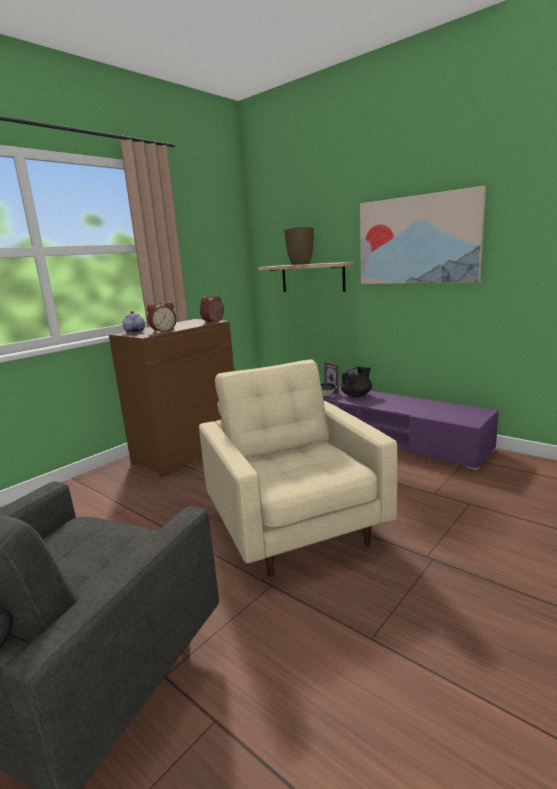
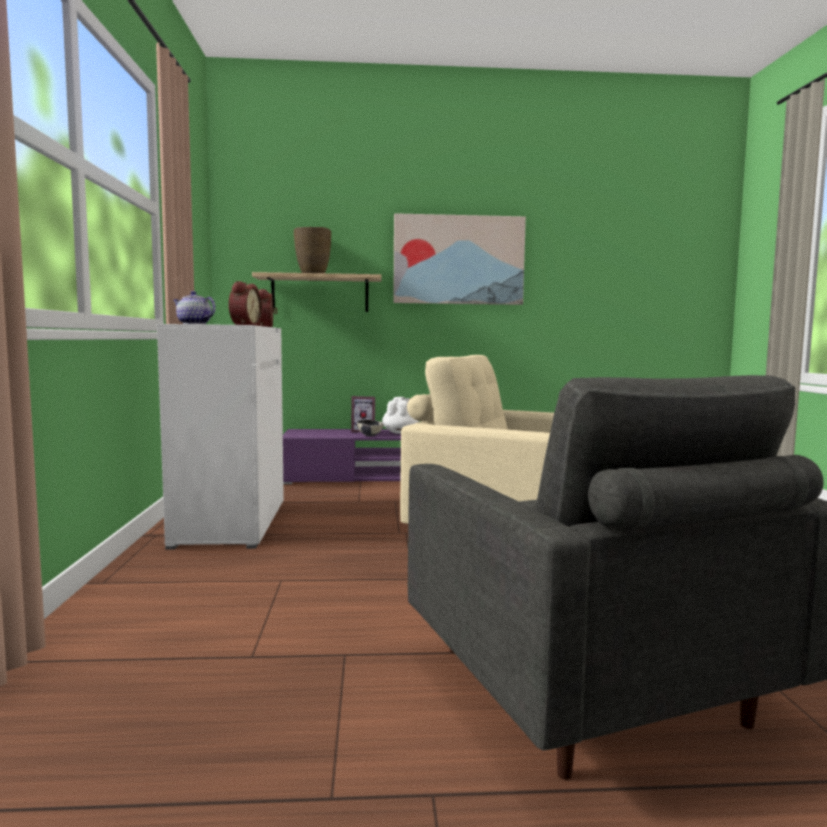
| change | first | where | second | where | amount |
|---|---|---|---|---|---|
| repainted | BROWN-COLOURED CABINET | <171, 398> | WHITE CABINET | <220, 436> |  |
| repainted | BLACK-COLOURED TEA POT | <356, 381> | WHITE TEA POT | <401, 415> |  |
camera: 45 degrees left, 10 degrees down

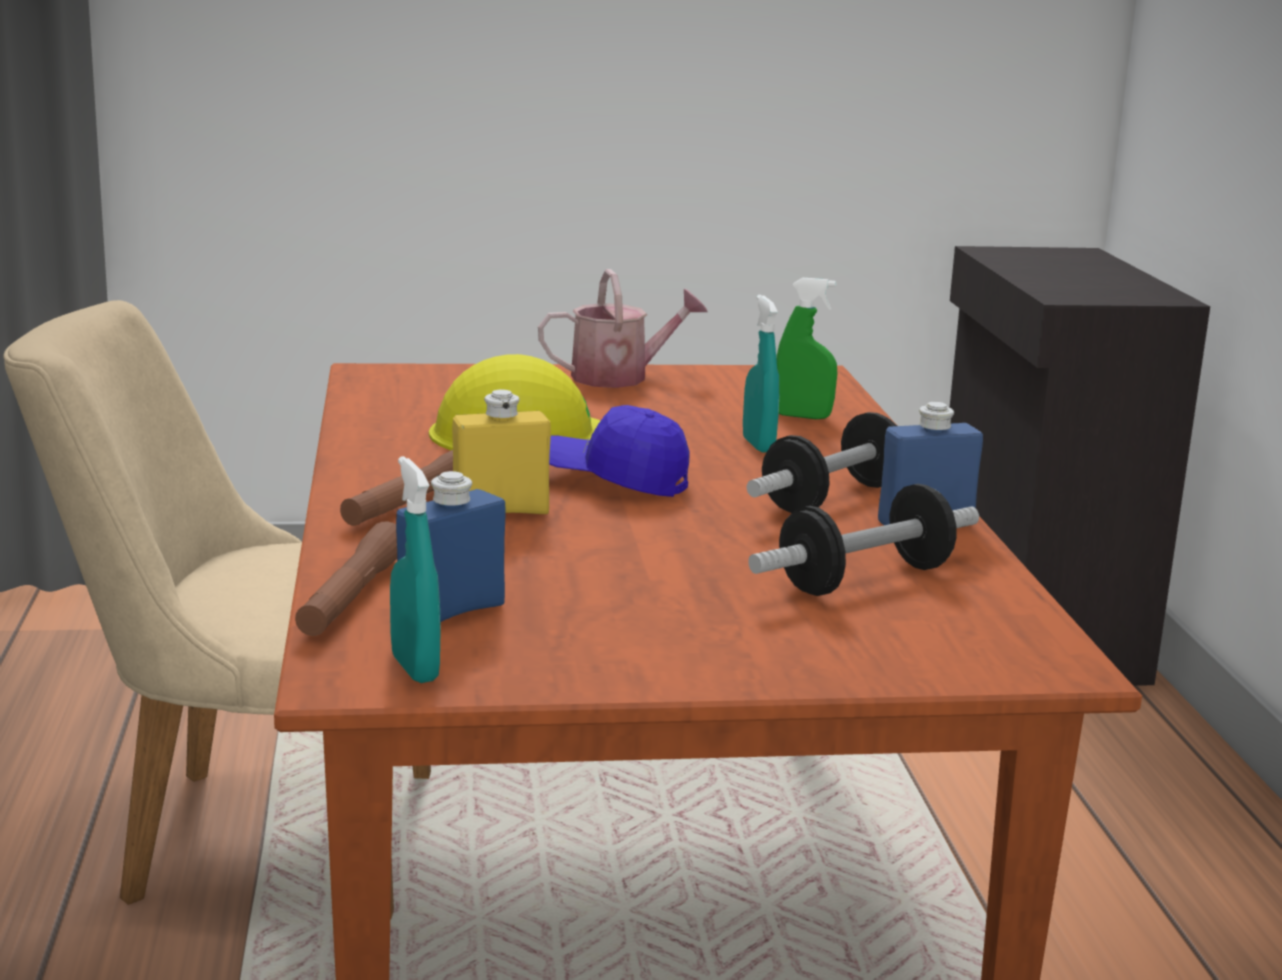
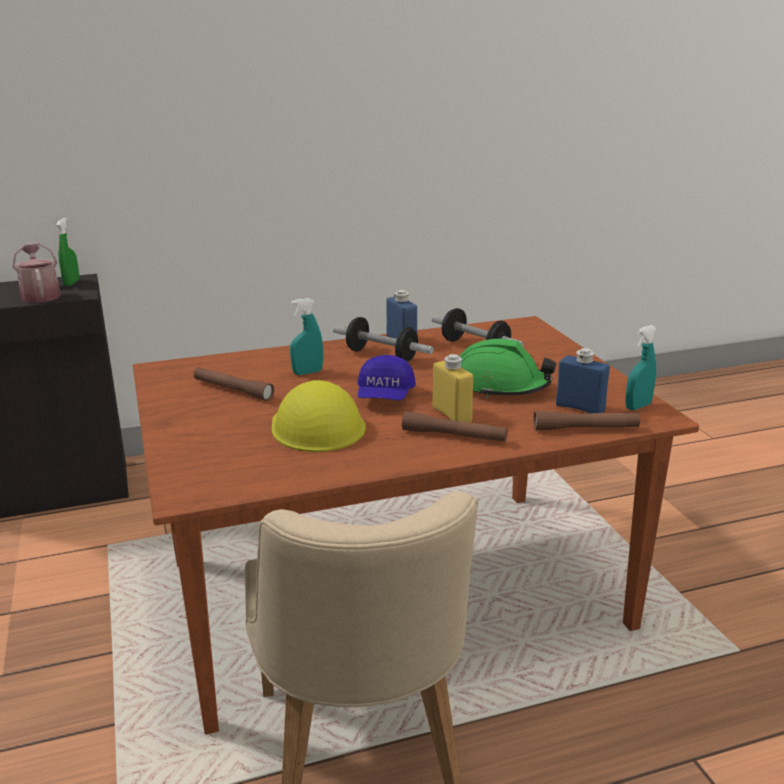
| change | first | where | second | where | amount |
|---|---|---|---|---|---|
| shifted | SPRINKLING CAN | <623, 328> |  | <36, 272> |  |
| shifted | GREENISH HAND SPRAYER | <806, 348> |  | <68, 252> |  |
| new |  |  | GREENISH WORK HELMET | <507, 368> |  |
| new |  |  | BROWN-COLOURED TORCH | <234, 384> |  |
camera: 100 degrees left, 5 degrees up

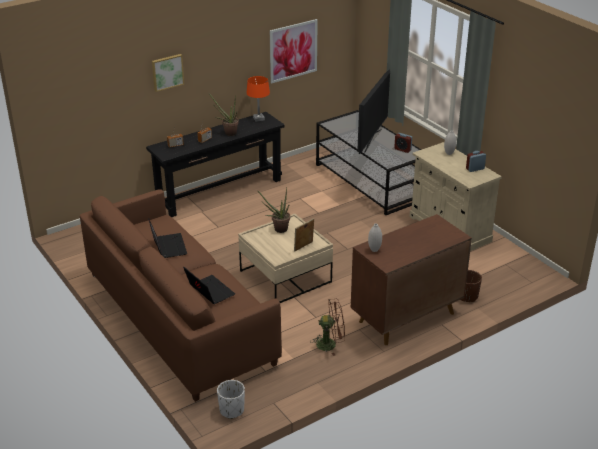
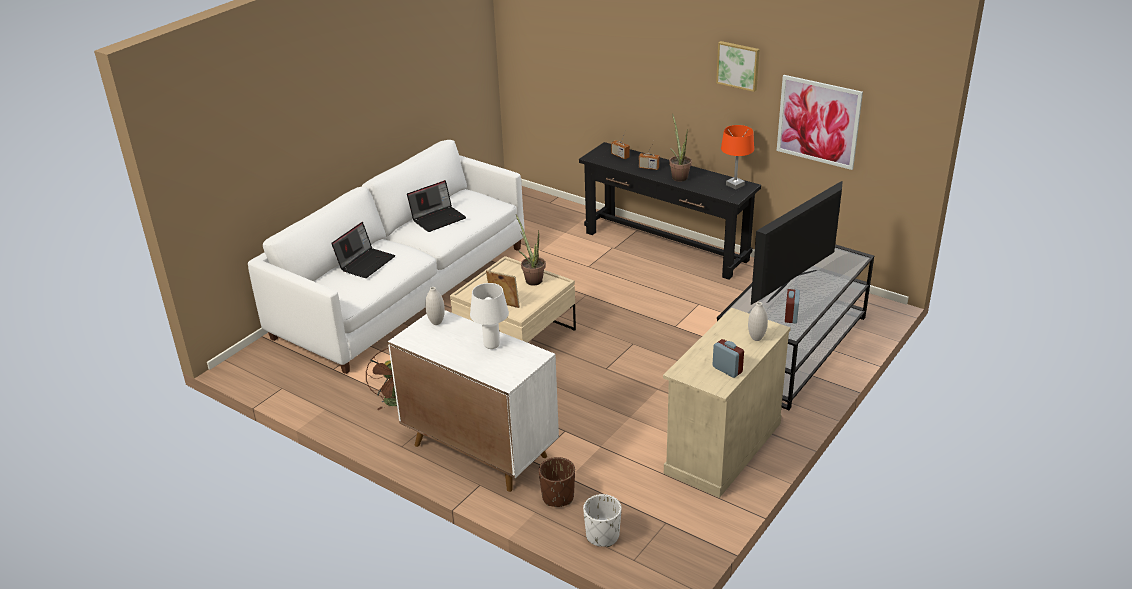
| change | first | where | second | where | amount |
|---|---|---|---|---|---|
| shifted | WALL ART | <168, 73> |  | <738, 66> |  |
| rotated | TV SET | <374, 111> |  | <797, 243> | 135 degrees clockwise |
| repainted | BROWN-COLOURED COUCH | <181, 295> | WHITE COUCH | <386, 257> |  |
| repainted | BROWN-COLOURED CABINET | <411, 279> | WHITE CABINET | <473, 401> |  |
| shifted | WHITE PLANTER | <231, 399> |  | <602, 520> |  |
| new |  |  | WHITE TABLETOP LAMP | <489, 316> |  |
camera: 70 degrees right, 0 degrees up

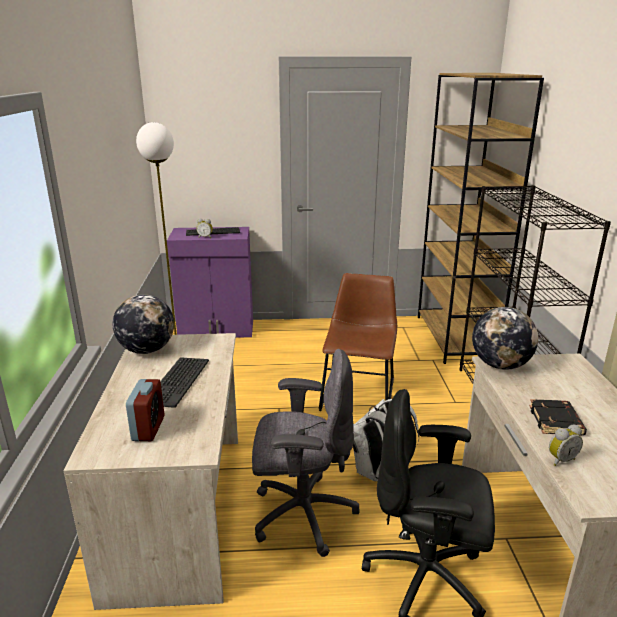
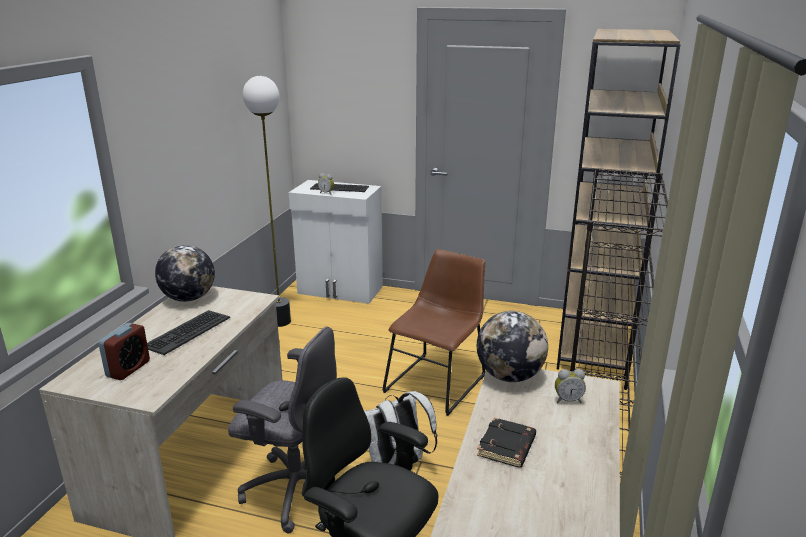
| change | first | where | second | where | amount |
|---|---|---|---|---|---|
| repainted | PURPLE-COLOURED CABINET | <210, 282> | WHITE CABINET | <336, 242> |  |
| shifted | BEDSIDE CLOCK | <566, 445> |  | <570, 386> |  |
camera: 20 degrees right, 0 degrees up

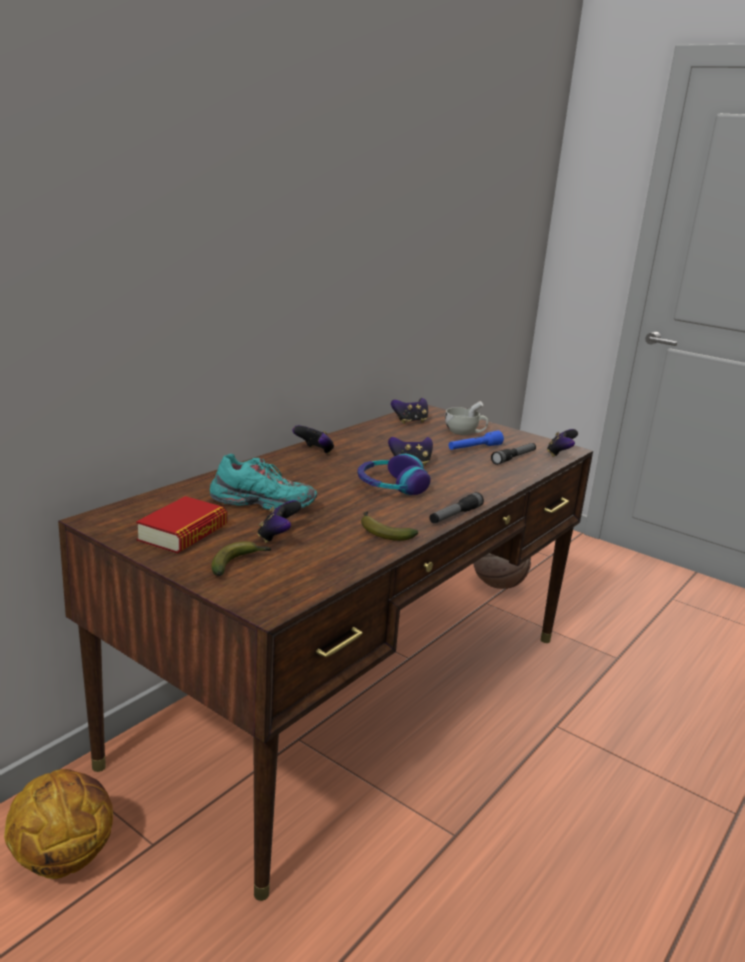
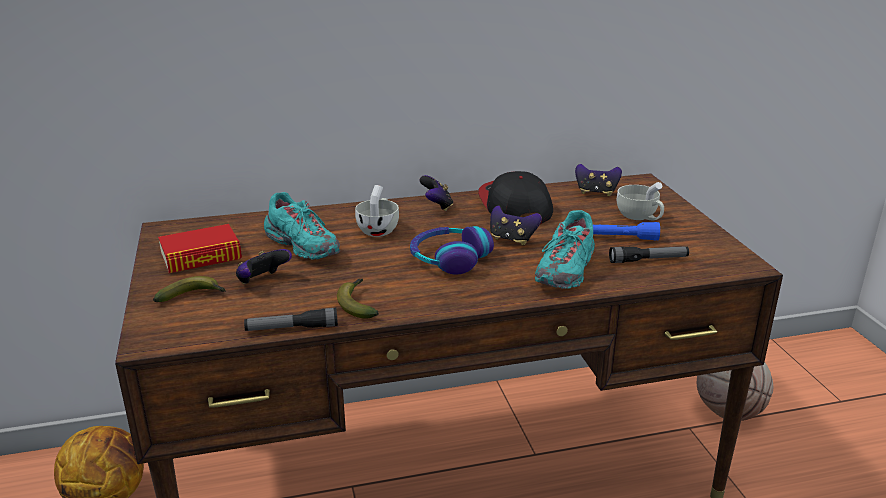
| change | first | where | second | where | amount |
|---|---|---|---|---|---|
| gone | GAME CONTROLLER | <562, 443> |  |  |  |
| shifted | TORCH | <456, 507> |  | <291, 319> |  |
| new |  |  | CAP | <515, 197> |  |
| new |  |  | WHITE DRINKING CUP | <377, 211> |  |
| new |  |  | TURQUOISE ITEM OF FOOTWEAR | <565, 249> |  |
camera: 40 degrees right, 5 degrees up

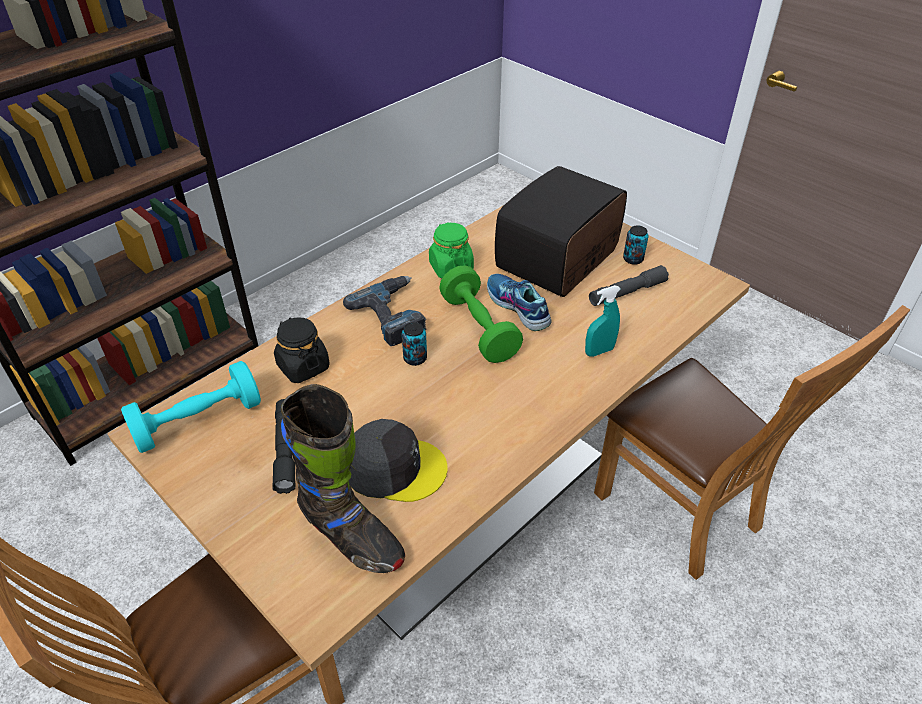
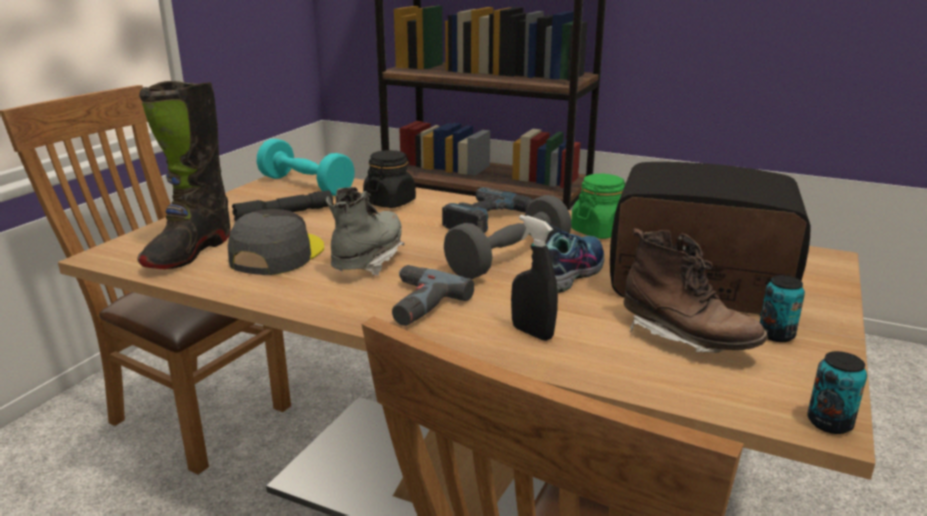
| change | first | where | second | where | amount |
|---|---|---|---|---|---|
| repainted | GREENISH HAND WEIGHT | <481, 314> | GREY HAND WEIGHT | <508, 237> |  |
| swapped | GREY TORCH | <629, 285> | BROWN-COLOURED HIGH-TOP BOOT | <695, 290> |  |
| repainted | TURQUOISE HAND SPRAYER | <603, 321> | BLACK-COLOURED HAND SPRAYER | <534, 278> |  |
| shifted | METAL CAN | <414, 344> |  | <837, 392> |  |
| rotated | GREY CAP | <398, 460> |  | <276, 242> | 150 degrees counterclockwise |
| new |  |  | GREY HIGH-TOP BOOT | <365, 231> |  |
| new |  |  | ELECTRIC DRILL | <433, 295> |  |
camera: 70 degrees right, 20 degrees down

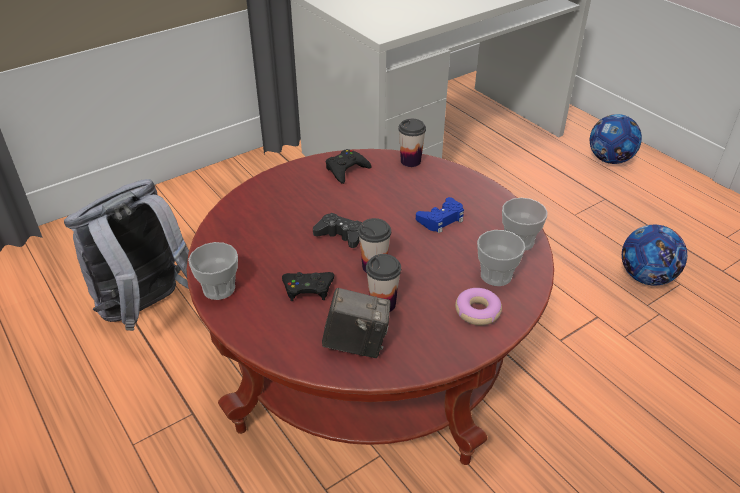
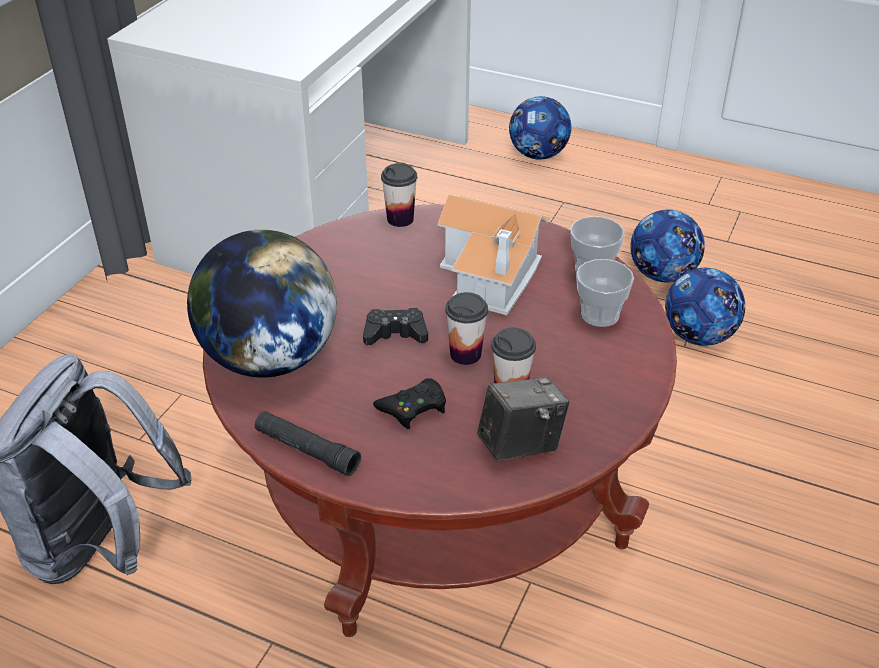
| change | first | where | second | where | amount |
|---|---|---|---|---|---|
| gone | BLACK-COLOURED GAME CONTROLLER | <349, 166> |  |  |  |
| swapped | BLUE-COLOURED GAME CONTROLLER | <440, 215> | TOY HOUSE | <494, 254> |  |
| swapped | DRINKING CUP | <213, 271> | BLACK-COLOURED TORCH | <308, 443> |  |
| gone | DONUT | <478, 306> |  |  |  |
| new |  |  | GLOBE | <262, 304> |  |
| new |  |  | FOOTBALL BALL | <705, 307> |  |
camera: 30 degrees left, 0 degrees up

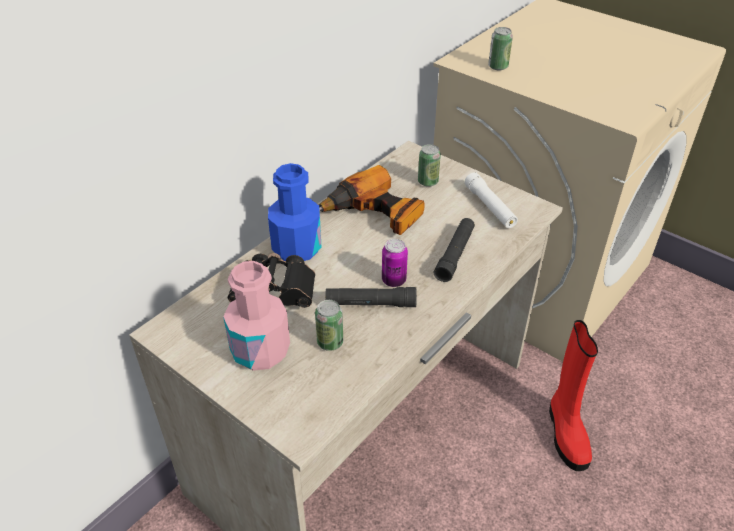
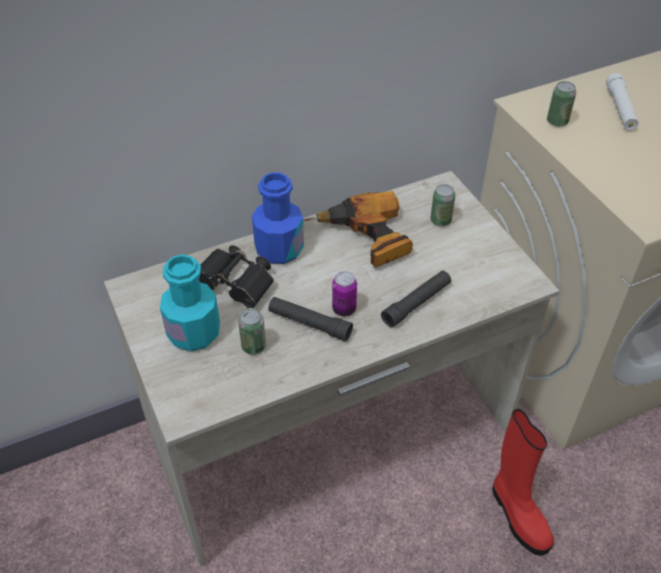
| change | first | where | second | where | amount |
|---|---|---|---|---|---|
| shifted | WHITE TORCH | <491, 200> |  | <622, 101> |  |
| repainted | PINKISH BOTTLE | <256, 316> | TURQUOISE BOTTLE | <190, 302> |  |
| rotated | RED-COLOURED HIGH-TOP BOOT | <573, 395> |  | <523, 482> | 45 degrees counterclockwise |
camera: 25 degrees right, 5 degrees up

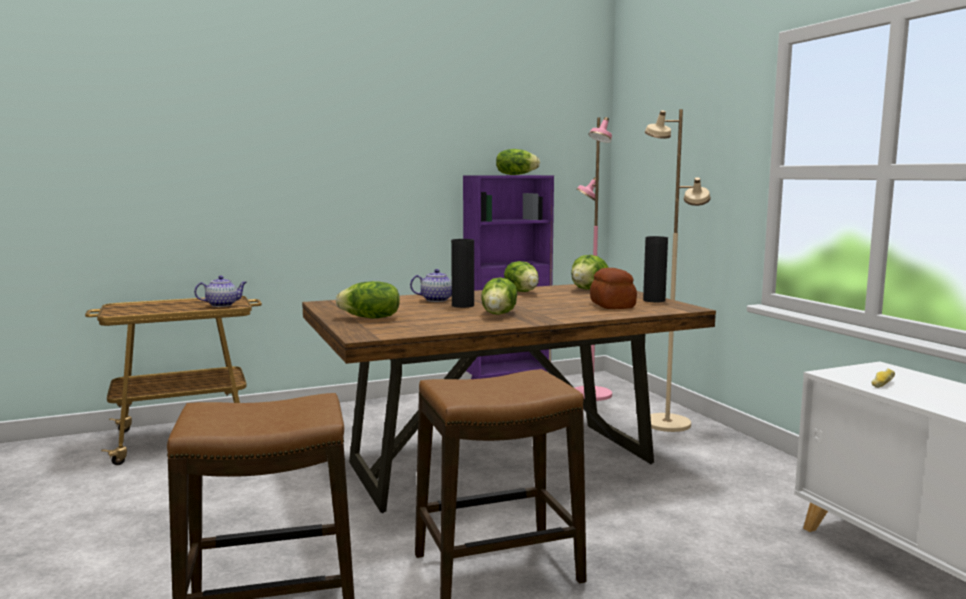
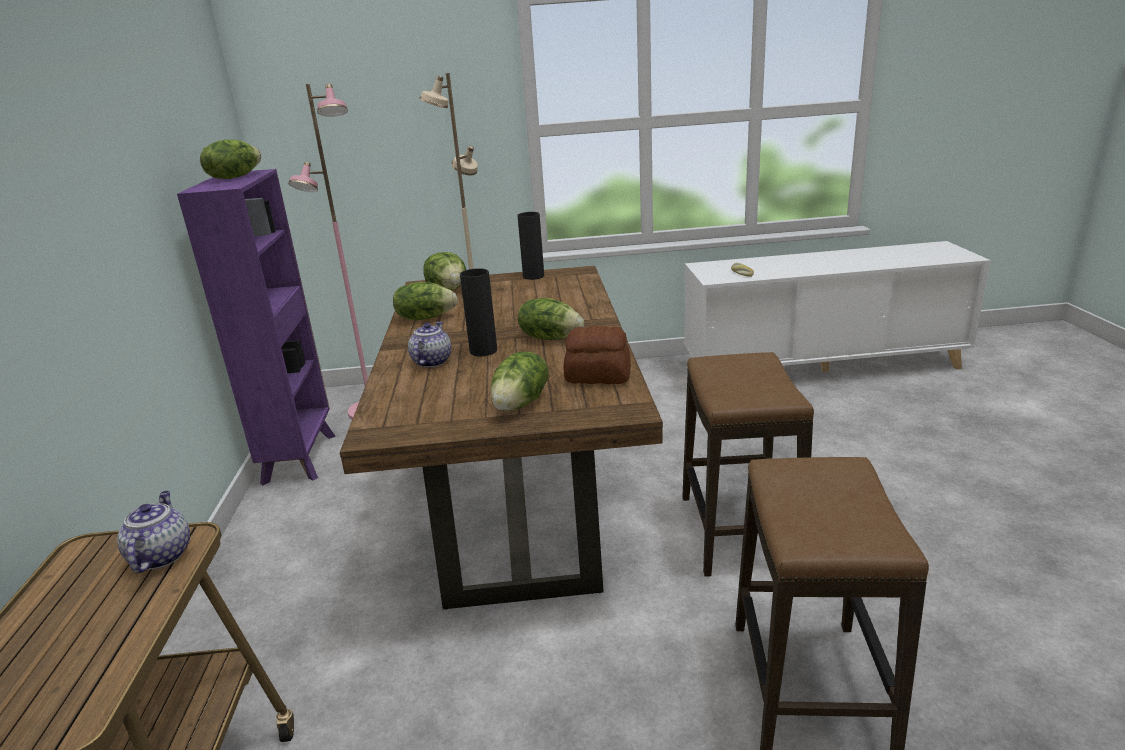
| change | first | where | second | where | amount |
|---|---|---|---|---|---|
| shifted | BAKED BREAD | <613, 288> |  | <597, 355> |  |
camera: 70 degrees left, 15 degrees up

